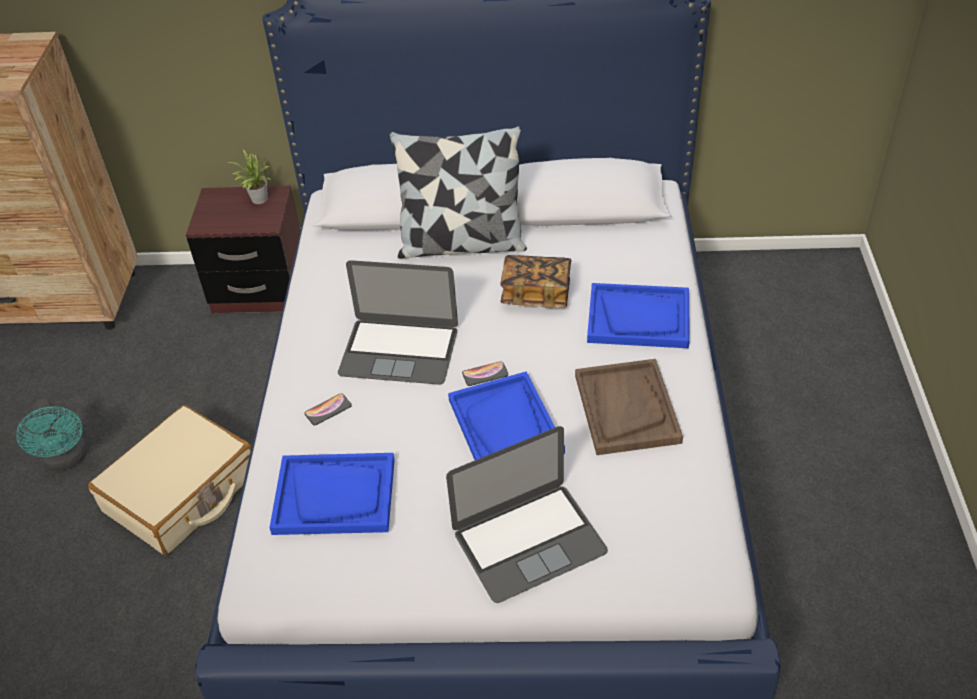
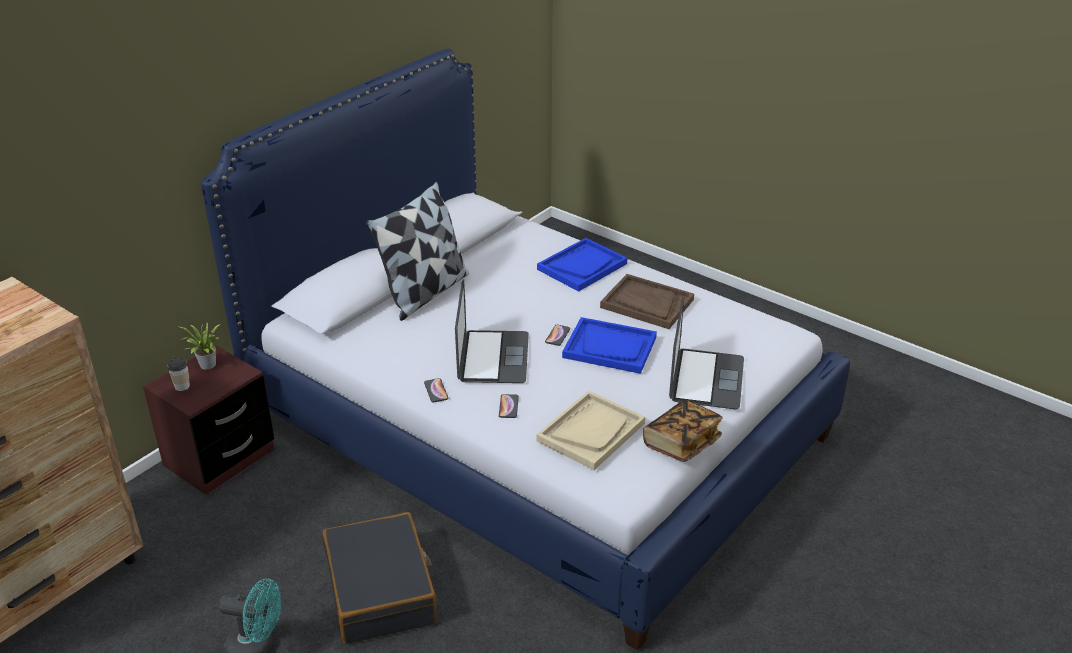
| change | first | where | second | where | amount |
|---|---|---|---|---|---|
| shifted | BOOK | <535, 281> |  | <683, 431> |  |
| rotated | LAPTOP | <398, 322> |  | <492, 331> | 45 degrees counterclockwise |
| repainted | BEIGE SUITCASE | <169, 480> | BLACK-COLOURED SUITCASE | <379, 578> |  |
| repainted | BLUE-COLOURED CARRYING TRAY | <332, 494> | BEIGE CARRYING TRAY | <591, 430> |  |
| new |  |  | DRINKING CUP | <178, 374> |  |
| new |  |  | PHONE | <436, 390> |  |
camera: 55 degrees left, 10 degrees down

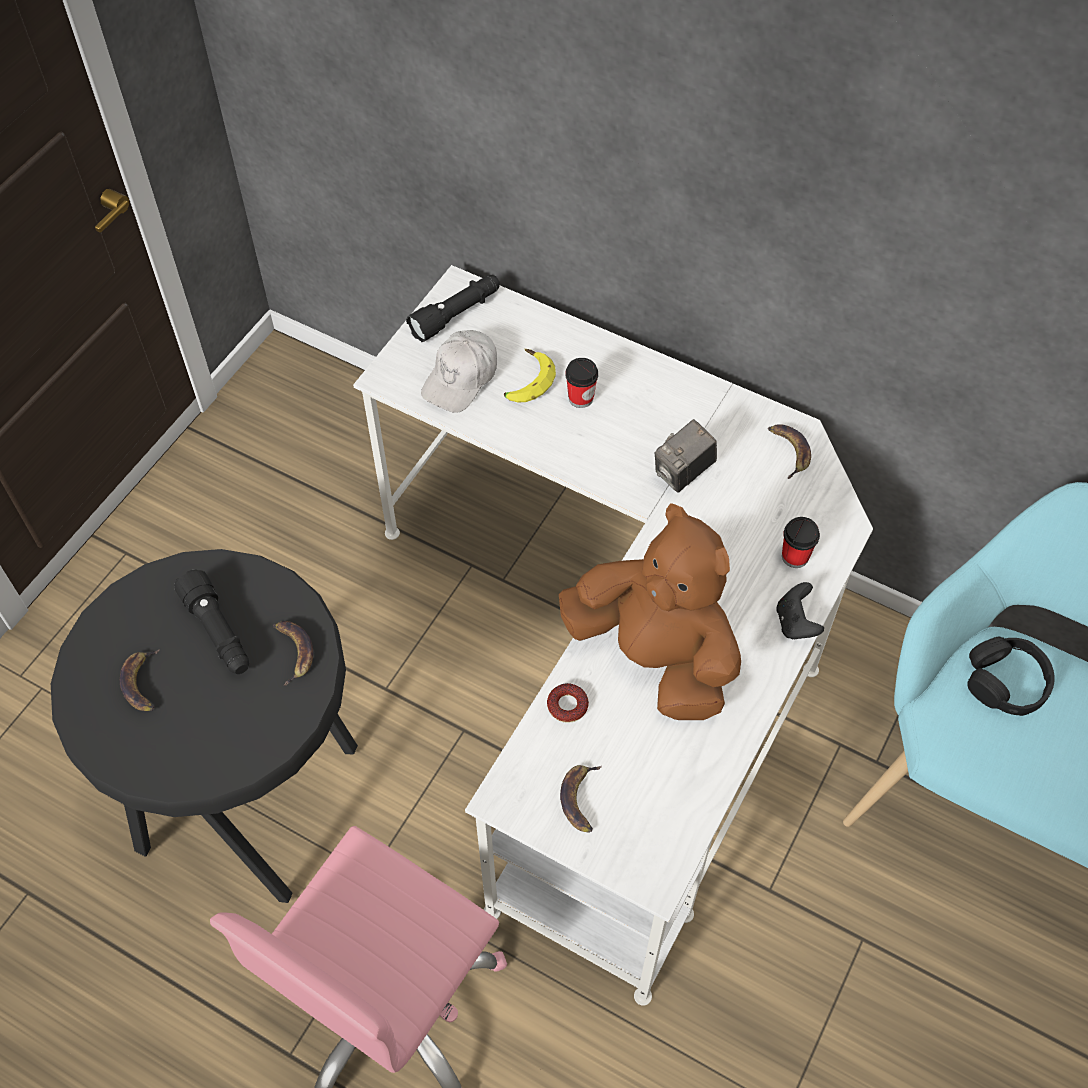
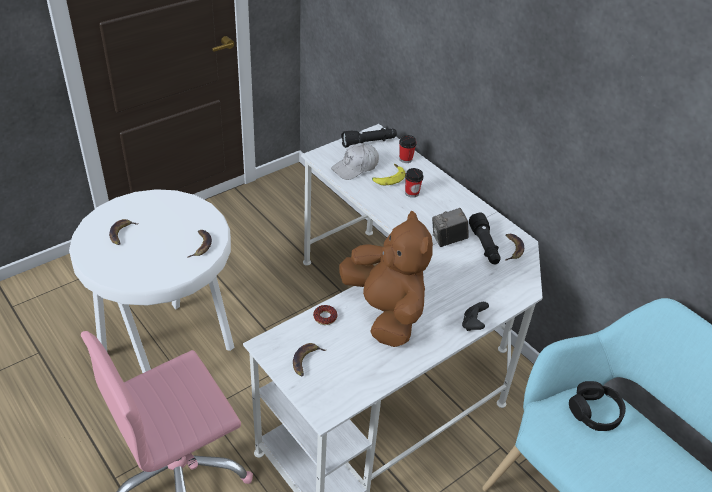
| change | first | where | second | where | amount |
|---|---|---|---|---|---|
| shifted | DRINKING CUP | <801, 542> |  | <408, 149> |  |
| repainted | BLACK-COLOURED STOOL SEAT | <204, 726> | WHITE STOOL SEAT | <151, 281> |  |
| shifted | BLACK-COLOURED TORCH | <211, 621> |  | <485, 238> |  |
camera: 20 degrees right, 15 degrees down

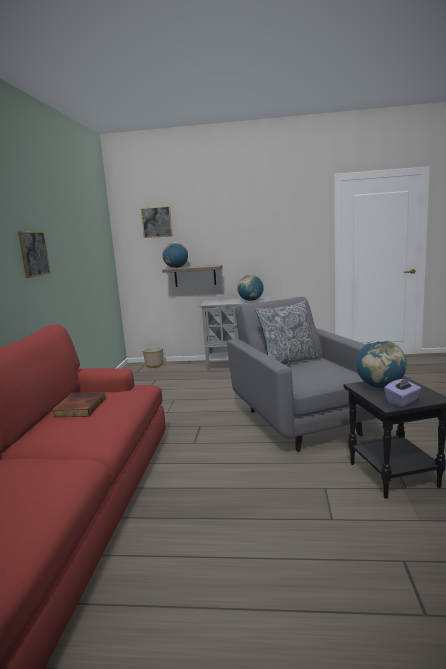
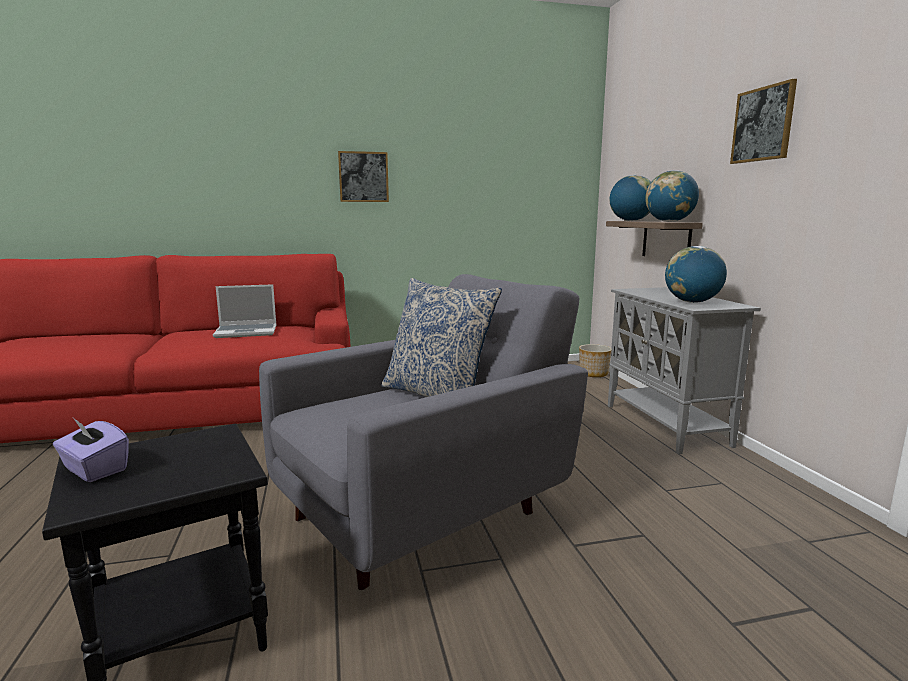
| change | first | where | second | where | amount |
|---|---|---|---|---|---|
| shifted | WALL ART | <157, 222> |  | <763, 121> |  |
| shifted | GLOBE | <381, 364> |  | <672, 196> |  |
| swapped | BOOK | <79, 404> | LAPTOP | <244, 311> |  |
camera: 70 degrees right, 0 degrees up

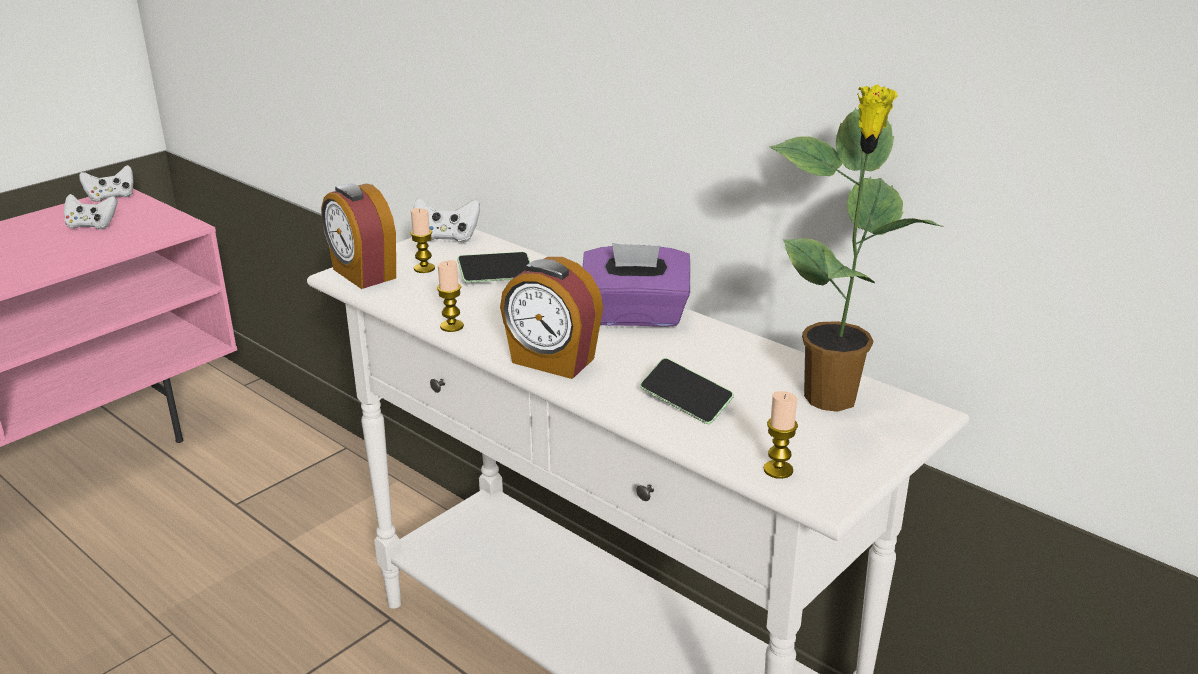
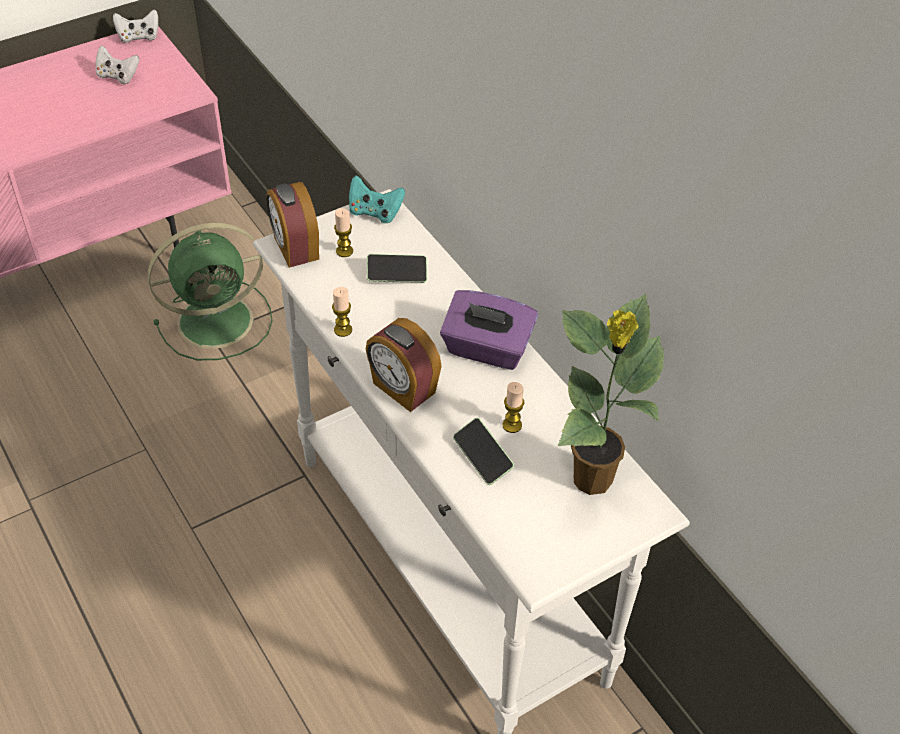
| change | first | where | second | where | amount |
|---|---|---|---|---|---|
| repainted | WHITE GAME CONTROLLER | <447, 220> | TURQUOISE GAME CONTROLLER | <377, 199> |  |
| shifted | WAX LIGHT | <781, 435> |  | <513, 407> |  |
| new |  |  | GREENISH FAN | <210, 291> |  |
camera: 15 degrees right, 20 degrees up

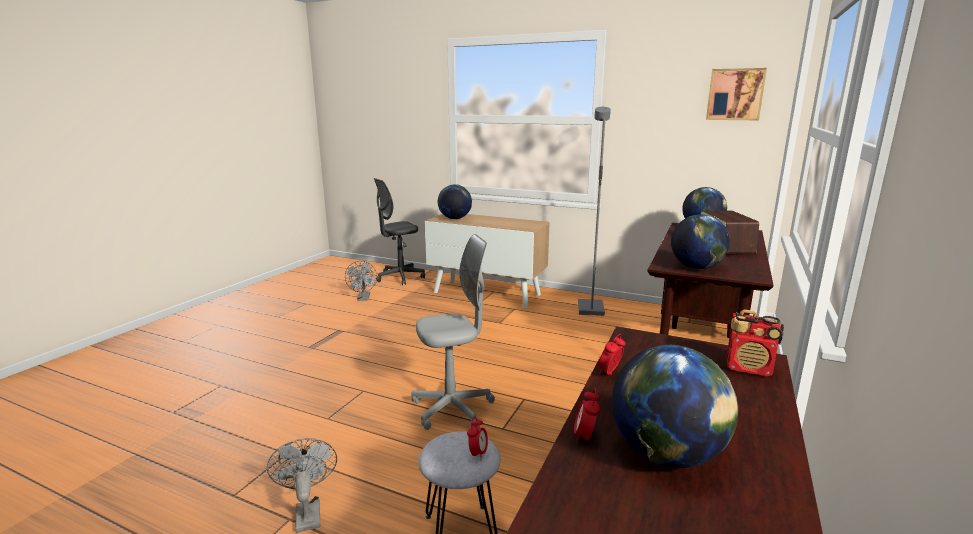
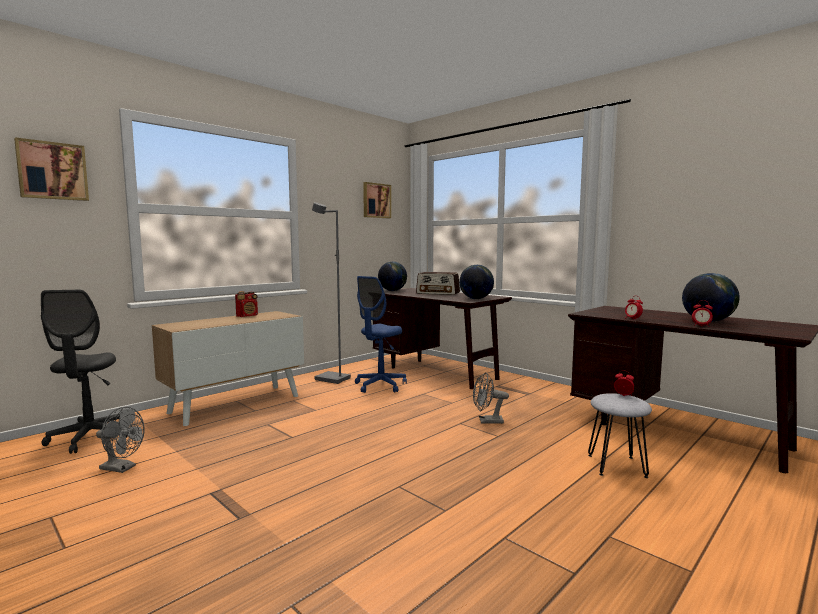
| change | first | where | second | where | amount |
|---|---|---|---|---|---|
| gone | GLOBE | <455, 202> |  |  |  |
| gone | GREY OFFICE CHAIR | <453, 332> |  |  |  |
| shifted | RADIO SET | <755, 343> |  | <246, 304> |  |
| shifted | GREY FAN | <302, 485> |  | <491, 398> |  |
| new |  |  | WALL ART | <51, 169> |  |
| new |  |  | BLUE-COLOURED OFFICE CHAIR | <381, 334> |  |
camera: 70 degrees left, 10 degrees down

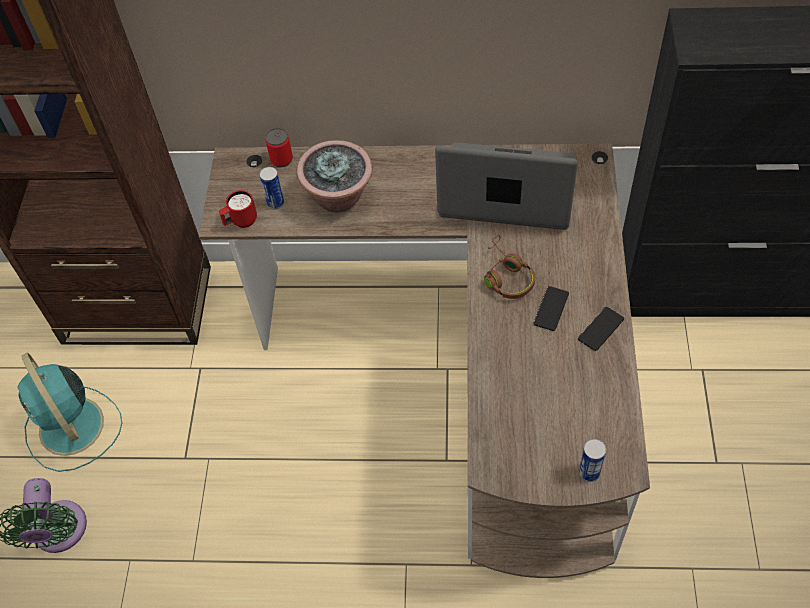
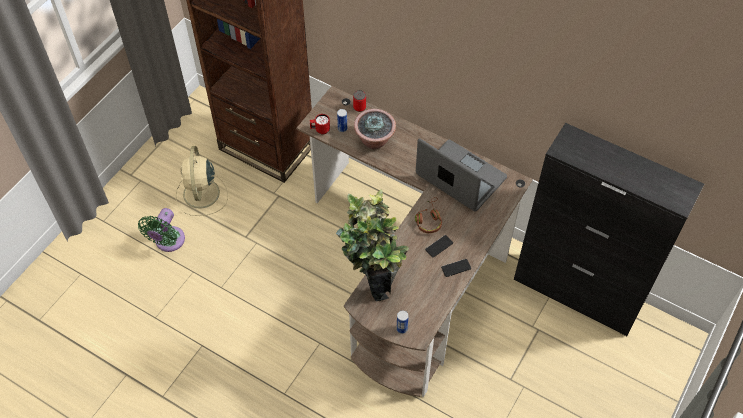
| change | first | where | second | where | amount |
|---|---|---|---|---|---|
| repainted | TURQUOISE FAN | <70, 412> | BEIGE FAN | <202, 181> |  |
| new |  |  | PLANT IN A POT | <372, 245> |  |
camera: 25 degrees right, 0 degrees up

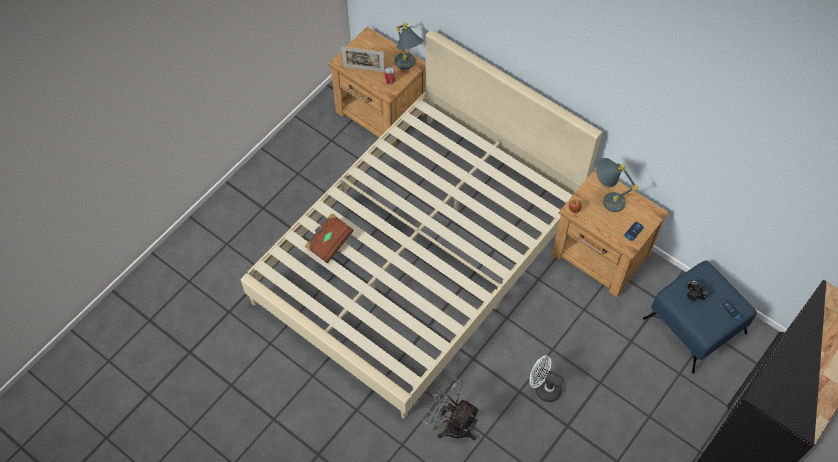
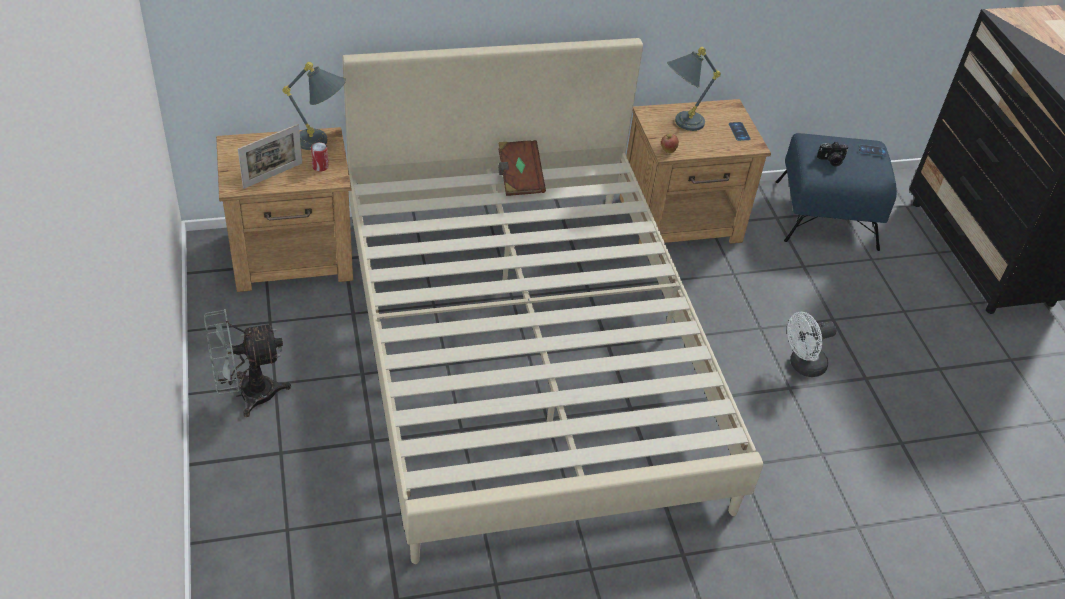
| change | first | where | second | where | amount |
|---|---|---|---|---|---|
| shifted | BROWN-COLOURED BOOK | <329, 238> |  | <522, 168> |  |
| shifted | GREY FAN | <451, 407> |  | <247, 363> |  |
camera: 55 degrees left, 15 degrees down

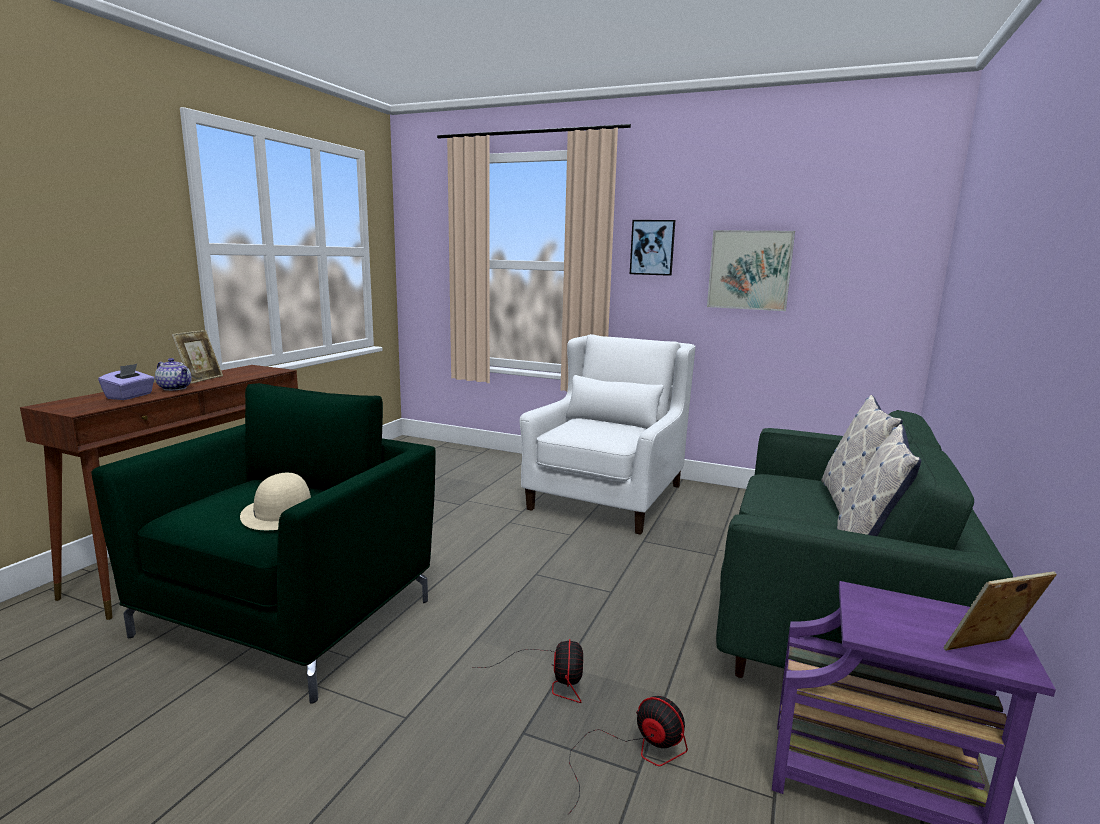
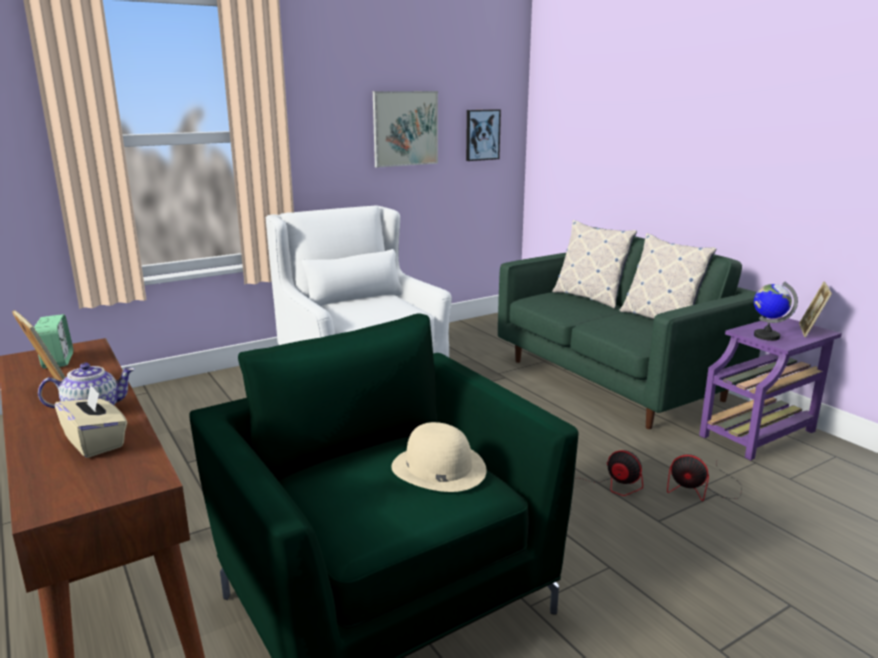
| change | first | where | second | where | amount |
|---|---|---|---|---|---|
| shifted | WALL ART | <652, 248> |  | <483, 135> |  |
| repainted | PURPLE-COLOURED TISSUE BOX | <126, 382> | BEIGE TISSUE BOX | <91, 421> |  |
| rotated | FAN | <628, 755> |  | <704, 477> | 135 degrees counterclockwise |
| new |  |  | GLOBE | <776, 311> |  |
| new |  |  | BEDSIDE CLOCK | <53, 341> |  |
camera: 55 degrees left, 5 degrees up

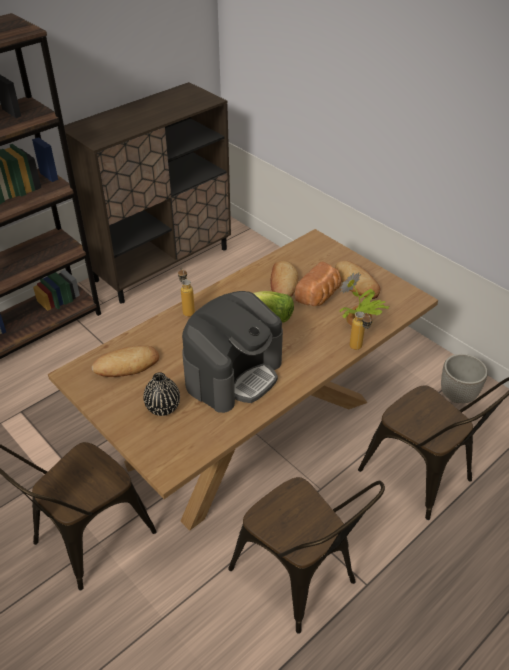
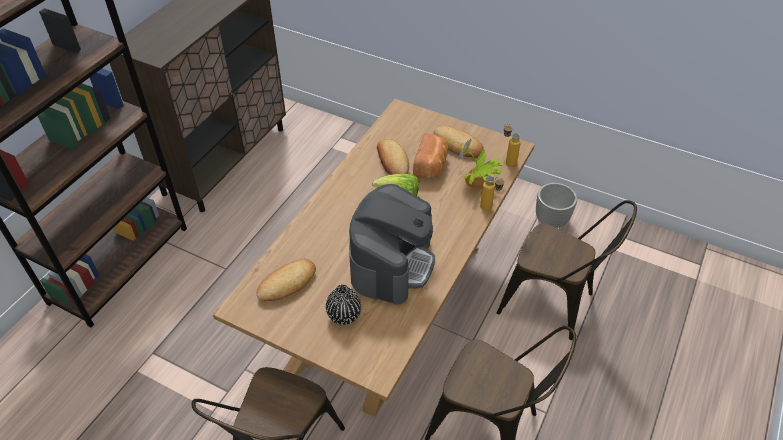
| change | first | where | second | where | amount |
|---|---|---|---|---|---|
| shifted | BOTTLE | <186, 292> |  | <512, 145> |  |
camera: 20 degrees left, 5 degrees up

